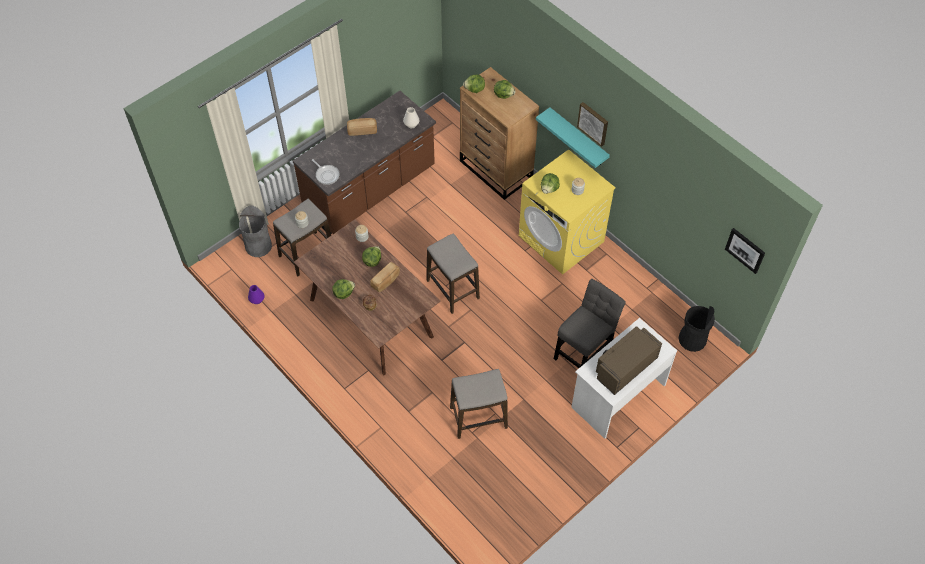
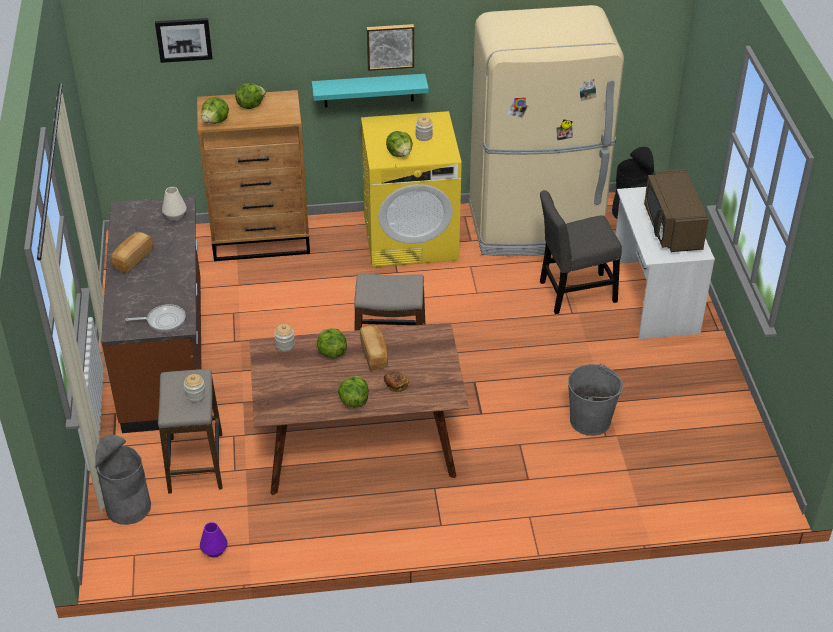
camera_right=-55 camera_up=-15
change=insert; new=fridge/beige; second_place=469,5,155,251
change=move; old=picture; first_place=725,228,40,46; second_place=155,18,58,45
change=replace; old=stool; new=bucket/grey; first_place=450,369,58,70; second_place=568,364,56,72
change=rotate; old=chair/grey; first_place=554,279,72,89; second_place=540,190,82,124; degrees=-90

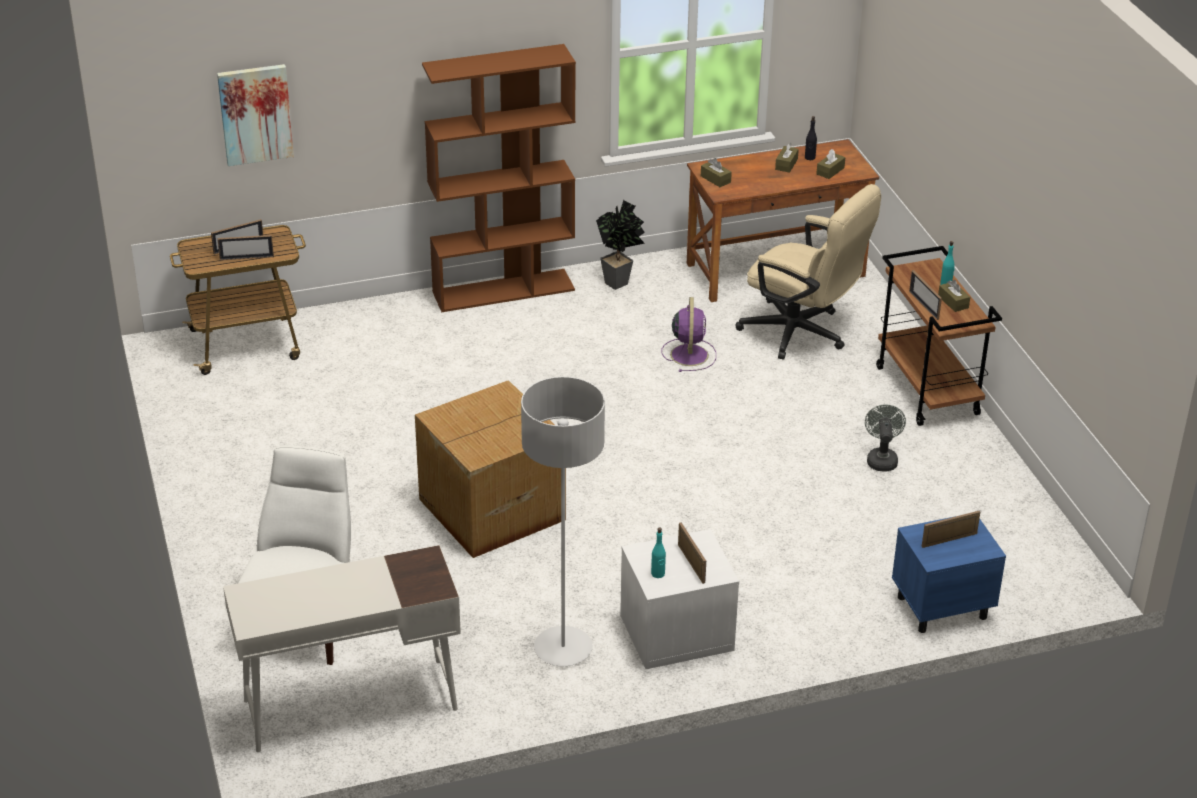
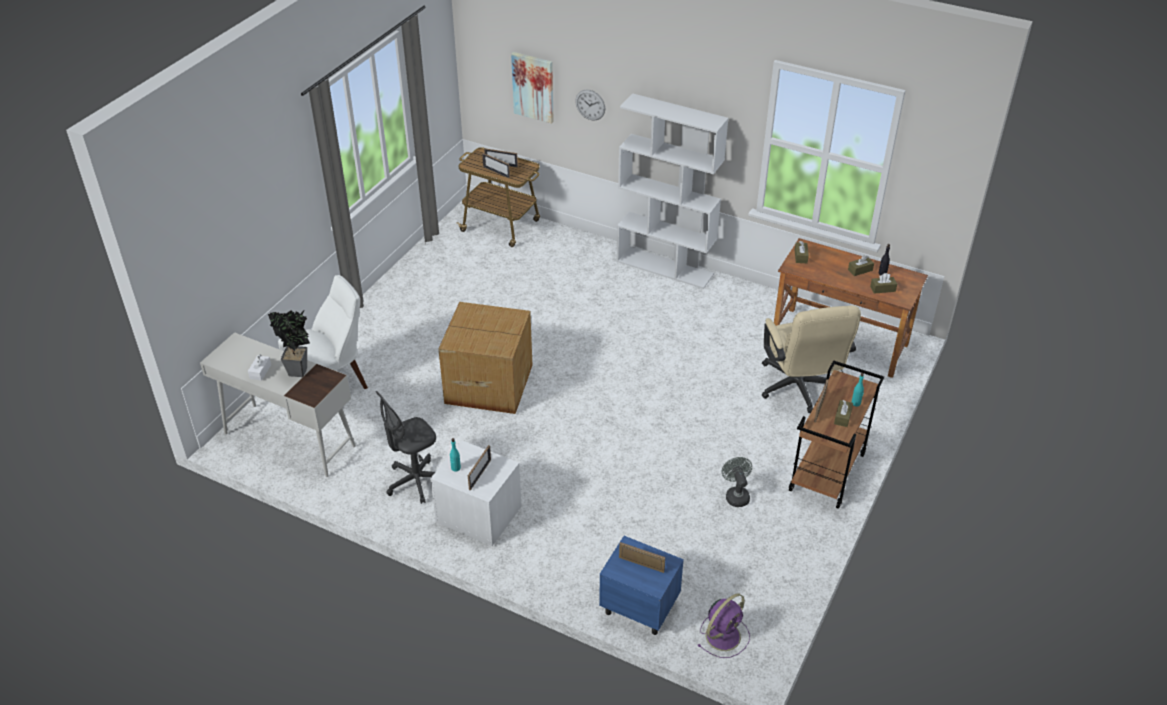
camera_right=45 camera_up=5
change=insert; new=tissue box/white; second_place=248,354,23,27
change=insert; new=wall clock; second_place=575,89,30,31
change=move; old=potted plant; first_place=596,200,49,90; second_place=268,309,42,68
change=move; old=fan/purple; first_place=662,297,54,75; second_place=698,593,52,65
change=replace; old=floor lamp/grey; new=office chair/grey; first_place=521,377,84,289; second_place=376,391,60,113
change=recolor; old=bookcase/brown; new=bookcase/white; first_place=422,44,154,268; second_place=616,93,112,196
change=rotate; old=fan/grey; first_place=865,404,41,67; second_place=722,457,30,50; degrees=-60

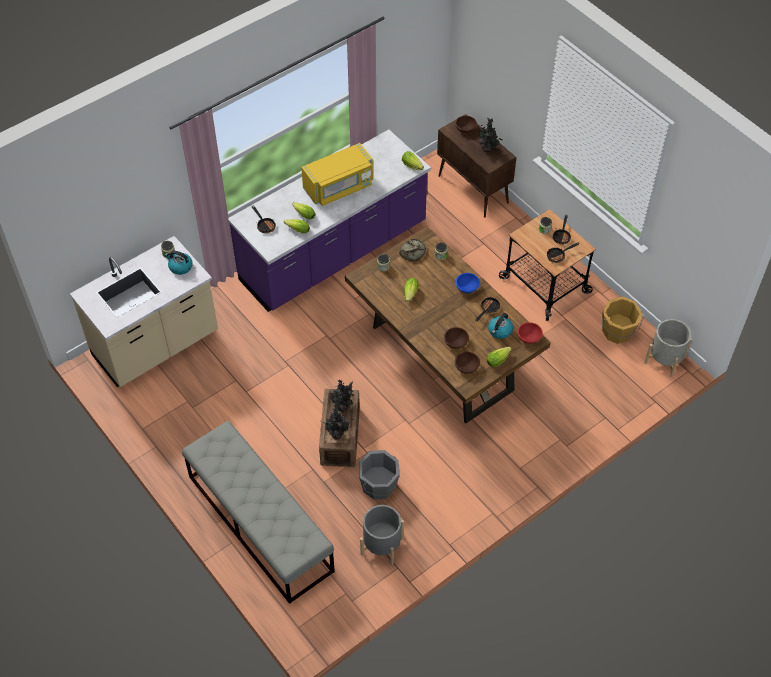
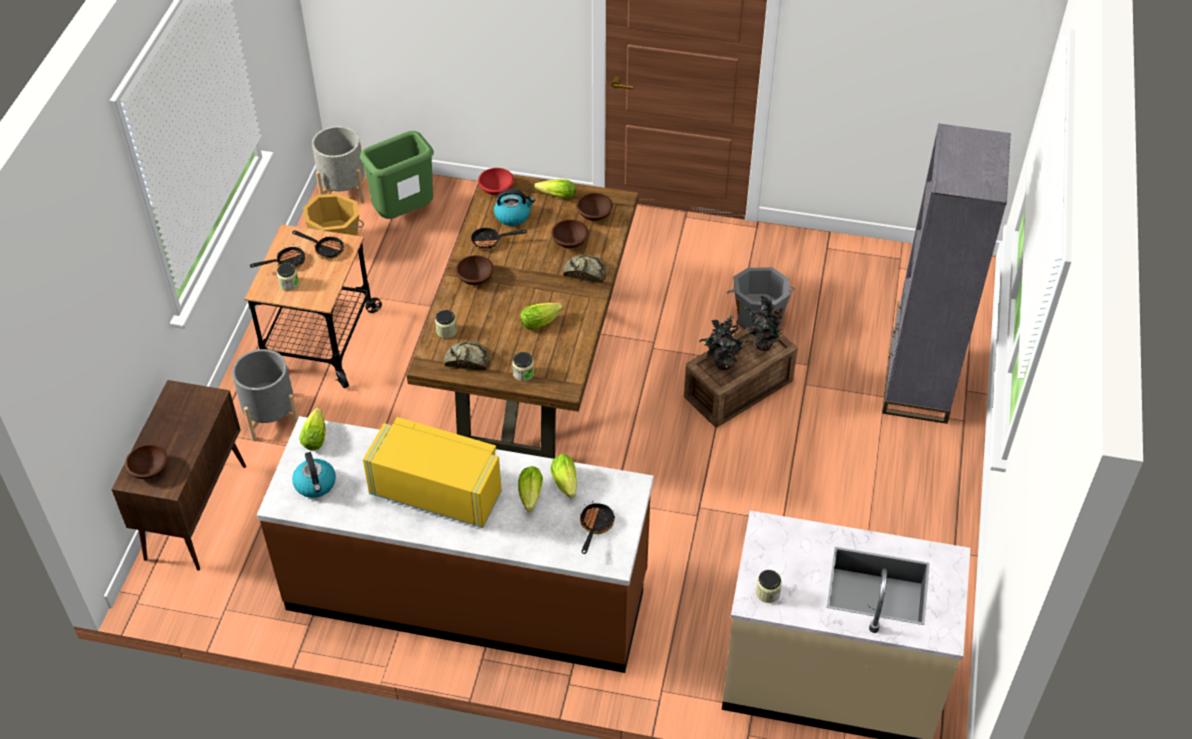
camera_right=-130 camera_up=-5
change=delete; old=potted plant; first_place=478,118,25,34
change=insert; new=trash can/green; second_place=360,131,74,88
change=insert; new=bread; second_place=563,255,44,28
change=move; old=kettle; first_place=165,251,28,24; second_place=292,452,44,46
change=move; old=planter/grey; first_place=360,505,44,60; second_place=232,349,66,92
change=replace; old=bench/grey; new=bookcase/grey; first_place=182,421,153,183; second_place=882,123,129,301
change=recolor; old=counter/purple; new=counter/brown; first_place=228,129,203,183; second_place=257,416,397,257
change=recolor; old=bowl/blue; new=bowl/brown; first_place=456,273,24,20; second_place=456,255,38,30

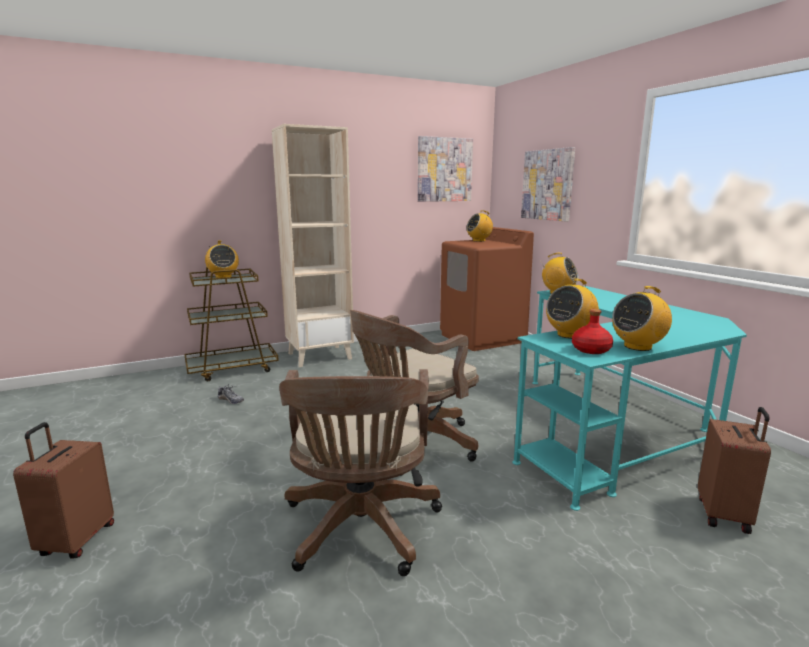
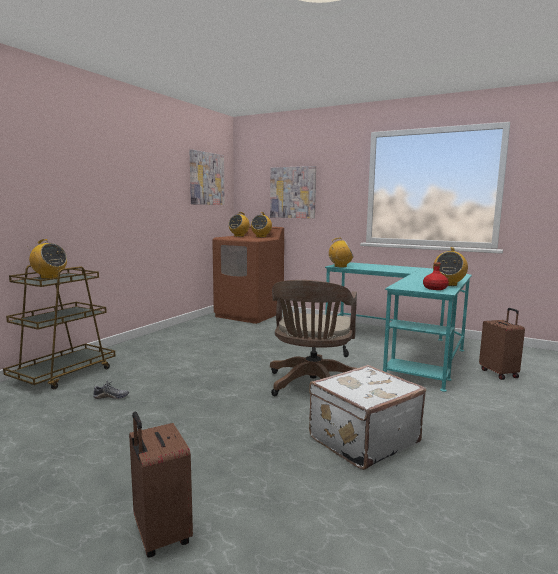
camera_right=-35 camera_up=-5
change=delete; old=bookcase/beige; first_place=272,124,82,243
change=move; old=radio; first_place=546,279,53,60; second_place=251,212,21,25
change=replace; old=office chair/brown; new=suitcase/white; first_place=279,369,163,207; second_place=309,365,117,105

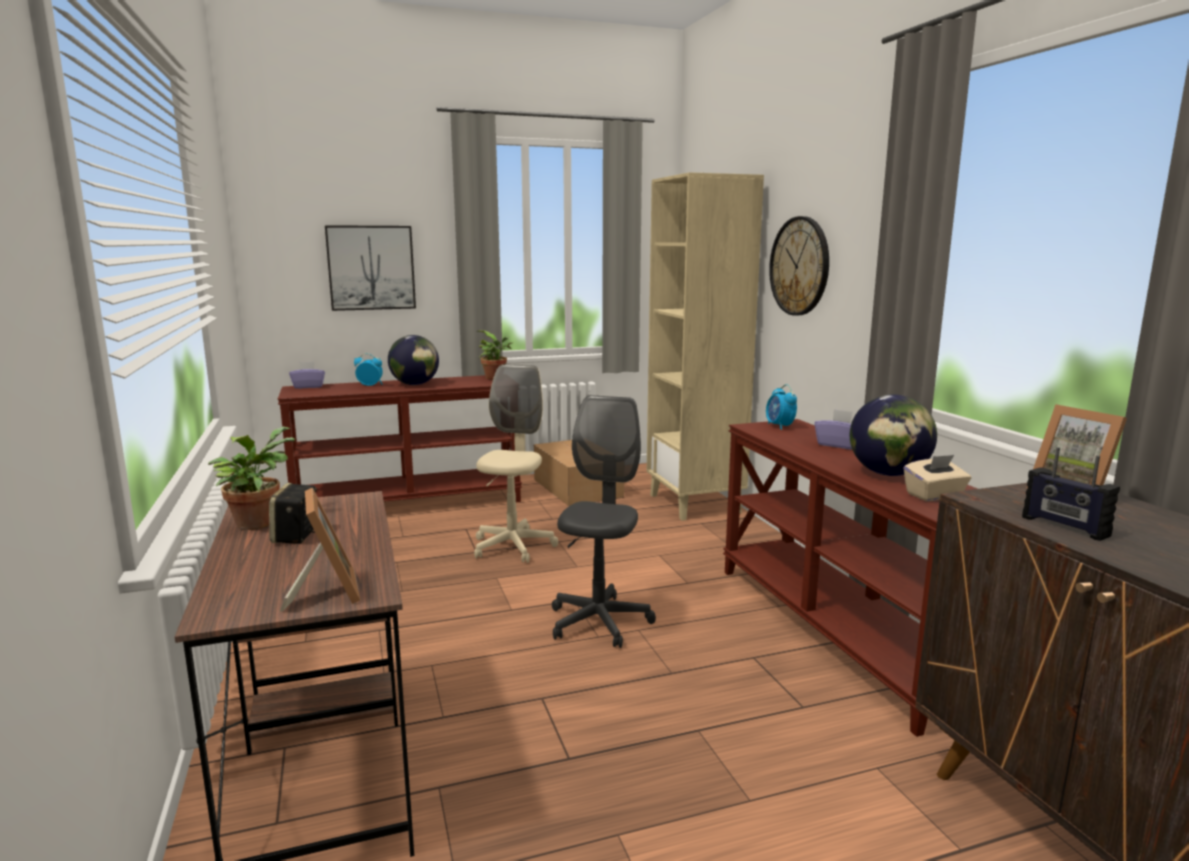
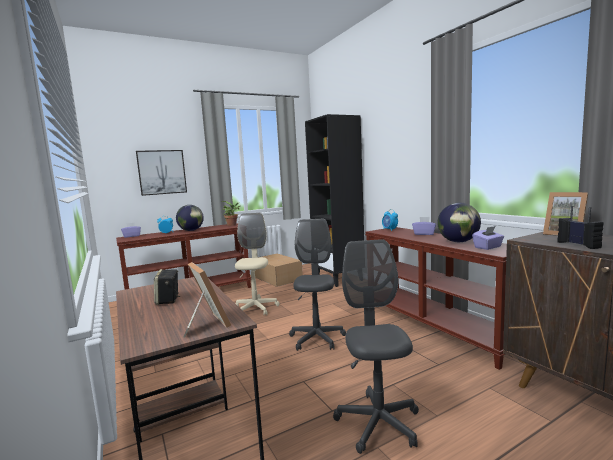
camera_right=-10 camera_up=-5
change=delete; old=potted plant; first_place=208,427,87,103
change=delete; old=wall clock; first_place=769,216,60,100
change=insert; new=office chair/grey; second_place=333,239,86,215
change=recolor; old=bookcase/beige; new=bookcase/black; first_place=647,172,117,349; second_place=305,114,59,173
change=recolor; old=tissue box/beige; new=tissue box/purple; first_place=904,455,67,46; second_place=472,226,32,24
change=rotate; old=radio; first_place=1022,447,98,94; second_place=557,206,47,43; degrees=-150

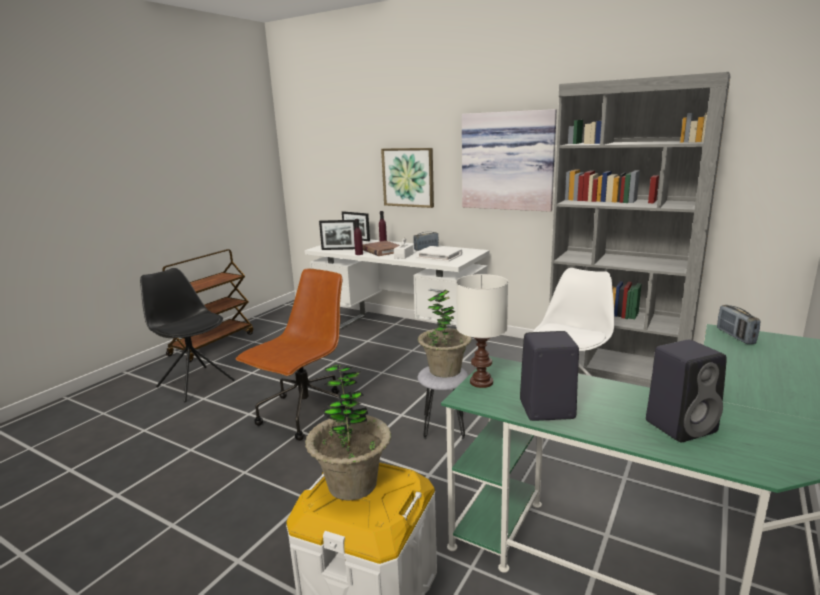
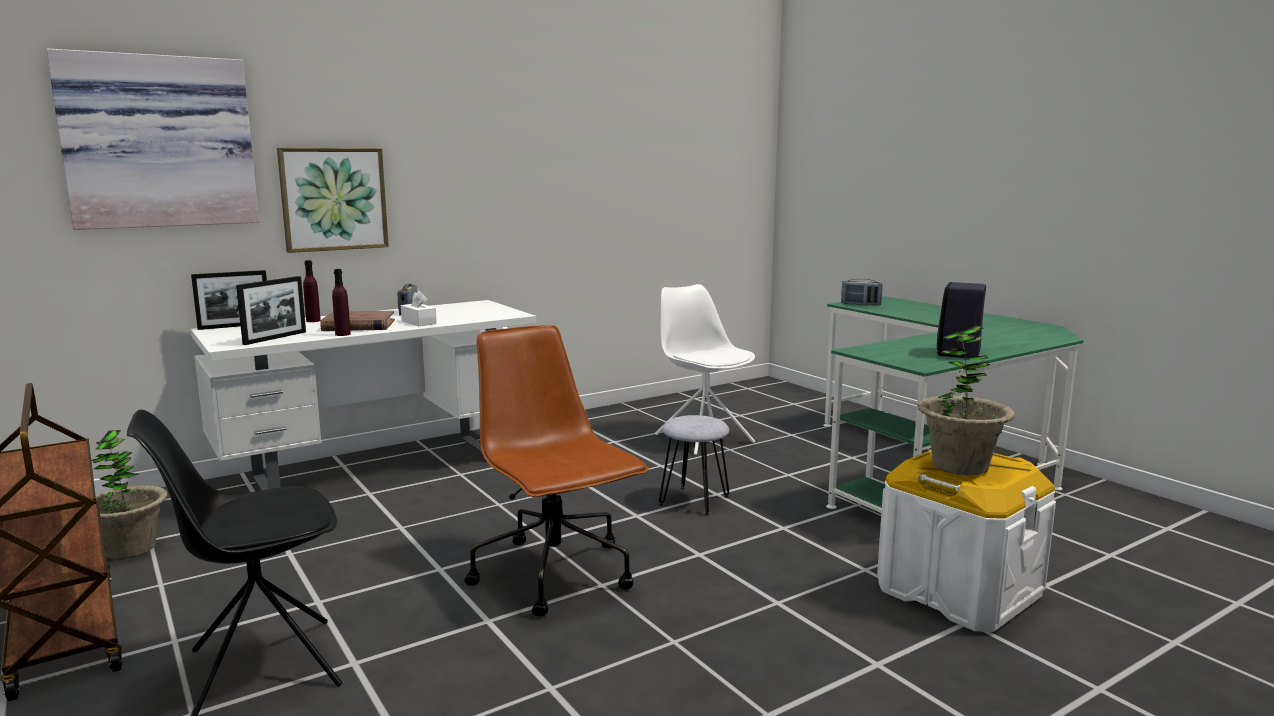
camera_right=-65 camera_up=-5
change=delete; old=book/white; first_place=416,246,46,16
change=delete; old=table lamp/white; first_place=456,274,52,114
change=delete; old=bookcase/grey; first_place=549,72,181,315
change=delete; old=speaker/black; first_place=646,340,81,102
change=move; old=potted plant; first_place=418,290,54,88; second_place=91,430,77,129
change=move; old=picture; first_place=462,109,95,103; second_place=46,49,213,181

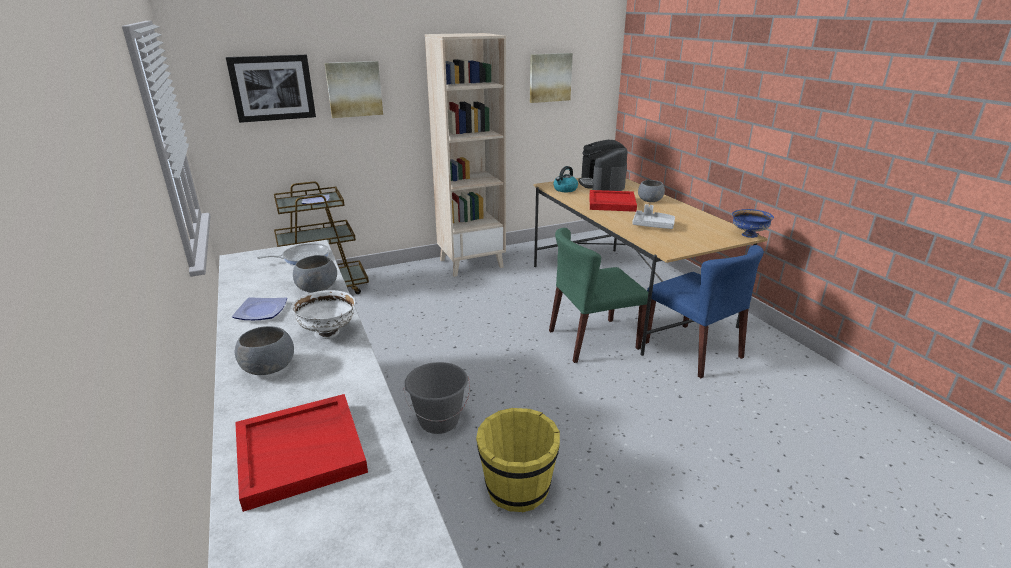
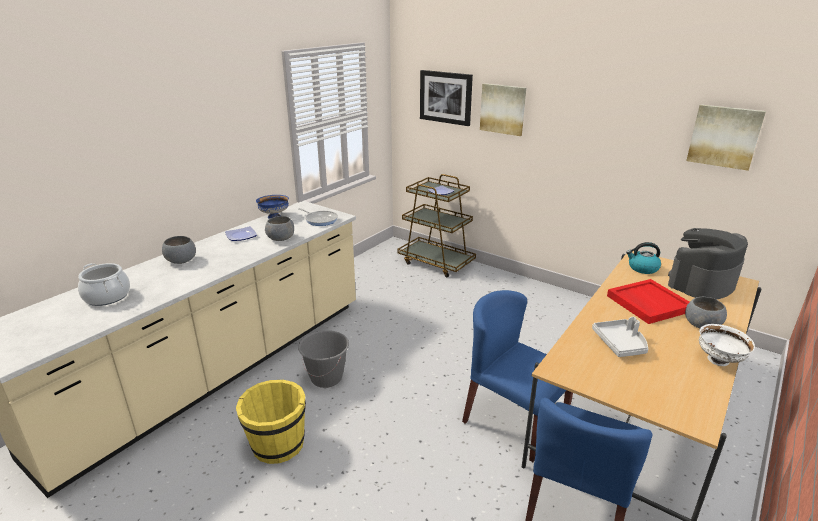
camera_right=60 camera_up=0
change=delete; old=bookcase/beige; first_place=425,33,81,244
change=move; old=bowl/white; first_place=291,290,64,49; second_place=699,324,56,42
change=move; old=bowl/blue; first_place=732,209,42,29; second_place=256,195,33,24
change=replace; old=tray/red; new=cooking pot; first_place=235,394,133,118; second_place=78,263,52,43
change=recolor; old=chair/green; new=chair/blue; first_place=549,228,100,135; second_place=462,290,111,172

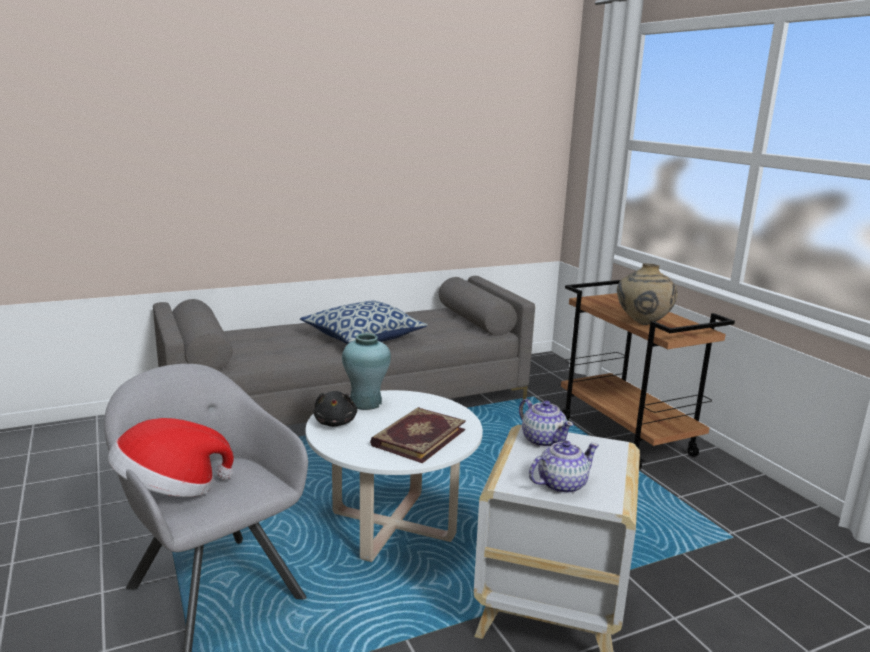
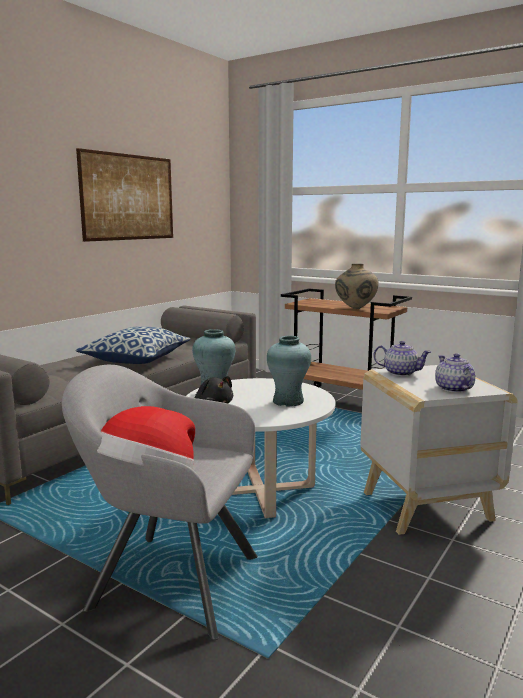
camera_right=-30 camera_up=-5
change=insert; new=picture; second_place=76,148,97,94
change=replace; old=book; new=vase/turquoise; first_place=370,407,96,56; second_place=267,336,44,70
change=rotate; old=teapot; first_place=529,440,70,54; second_place=435,353,40,40; degrees=-45

